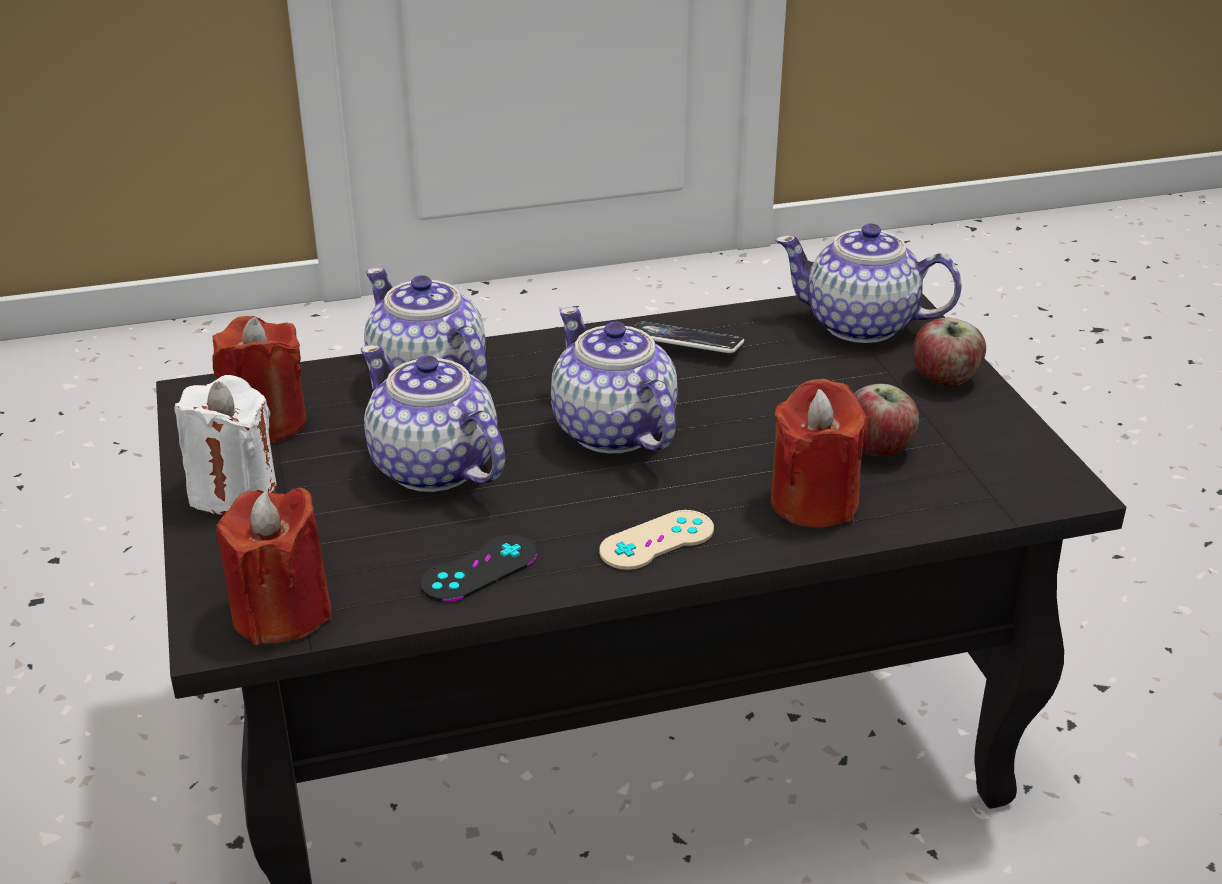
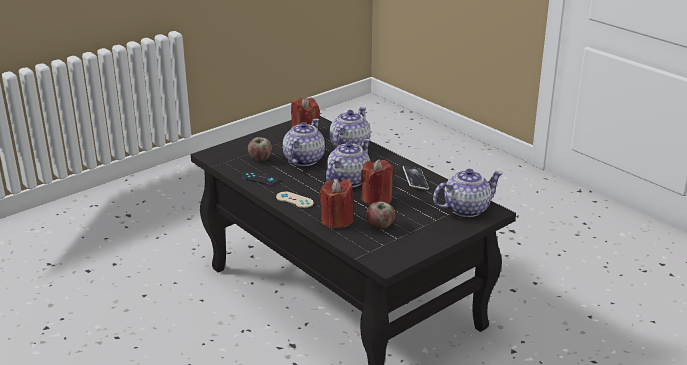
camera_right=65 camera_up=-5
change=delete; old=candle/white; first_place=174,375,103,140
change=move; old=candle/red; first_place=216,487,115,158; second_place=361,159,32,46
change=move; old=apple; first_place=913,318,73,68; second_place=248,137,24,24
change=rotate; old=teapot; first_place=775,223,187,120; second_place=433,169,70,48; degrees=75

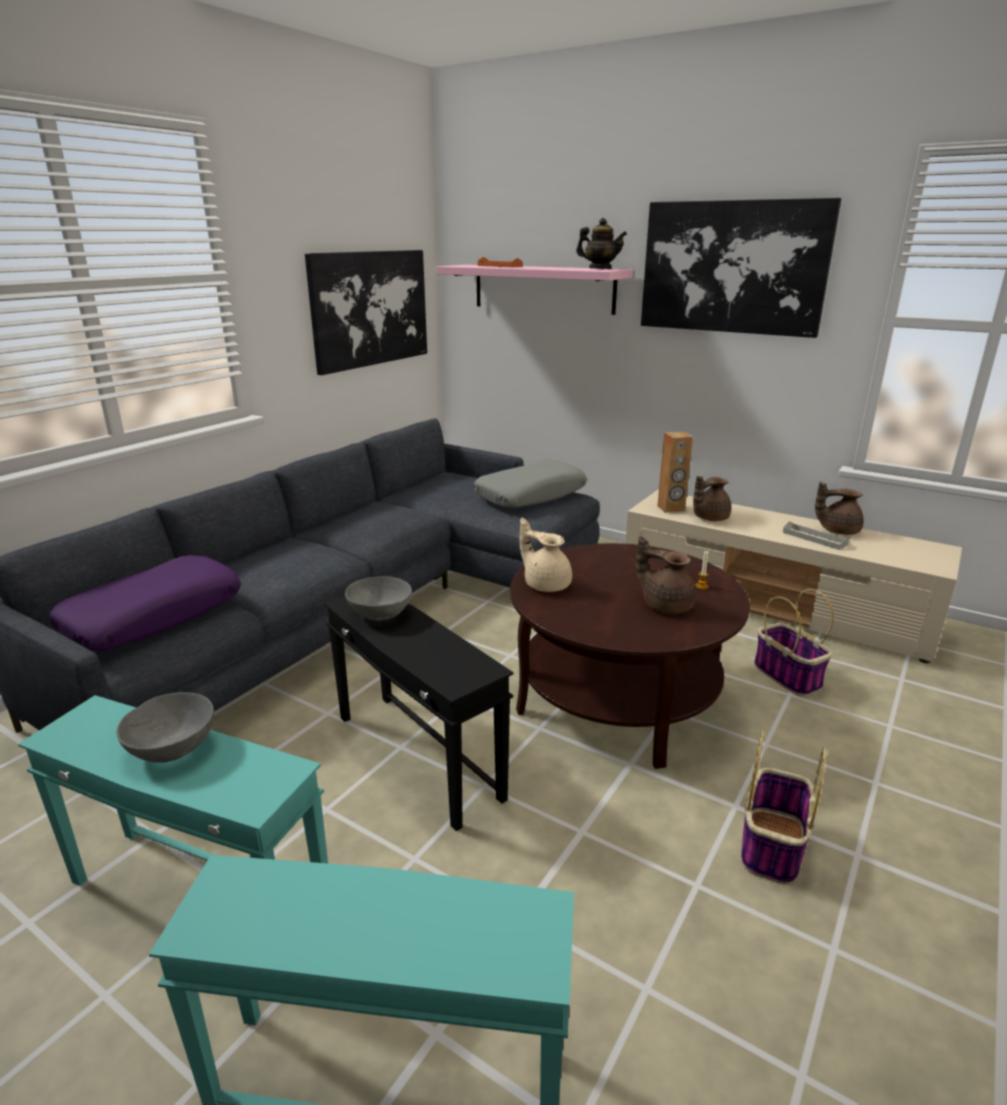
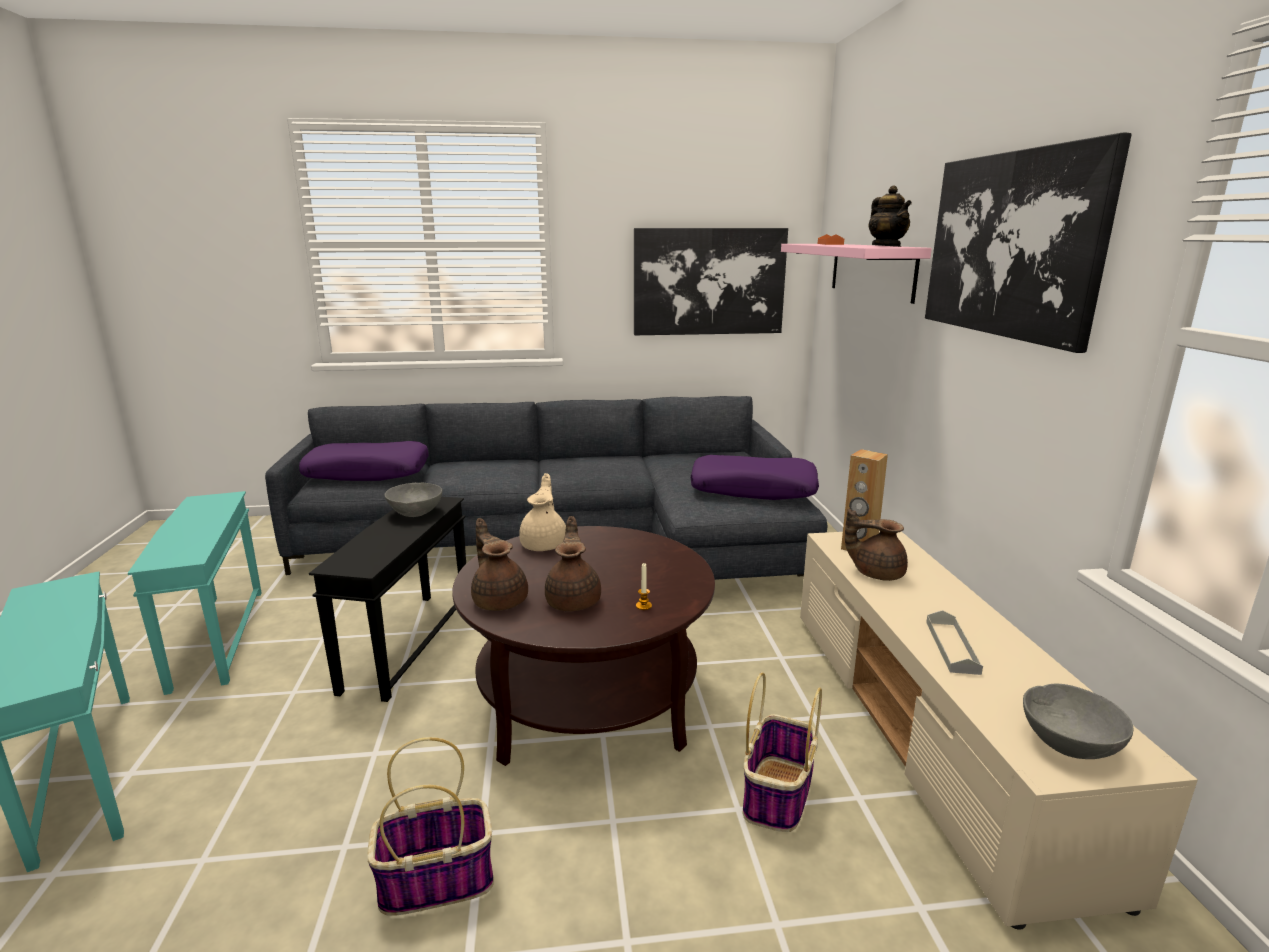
camera_right=50 camera_up=-5
change=move; old=bowl/grey; first_place=117,692,97,71; second_place=1023,684,110,75
change=move; old=teapot/brown; first_place=815,482,49,53; second_place=471,518,57,93
change=recolor; old=pillow/grey; new=pillow/purple; first_place=474,459,113,49; second_place=691,455,128,45

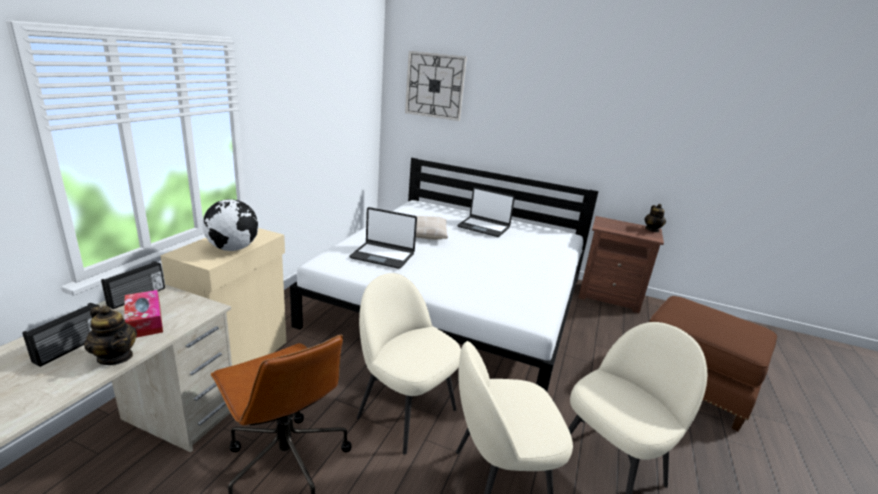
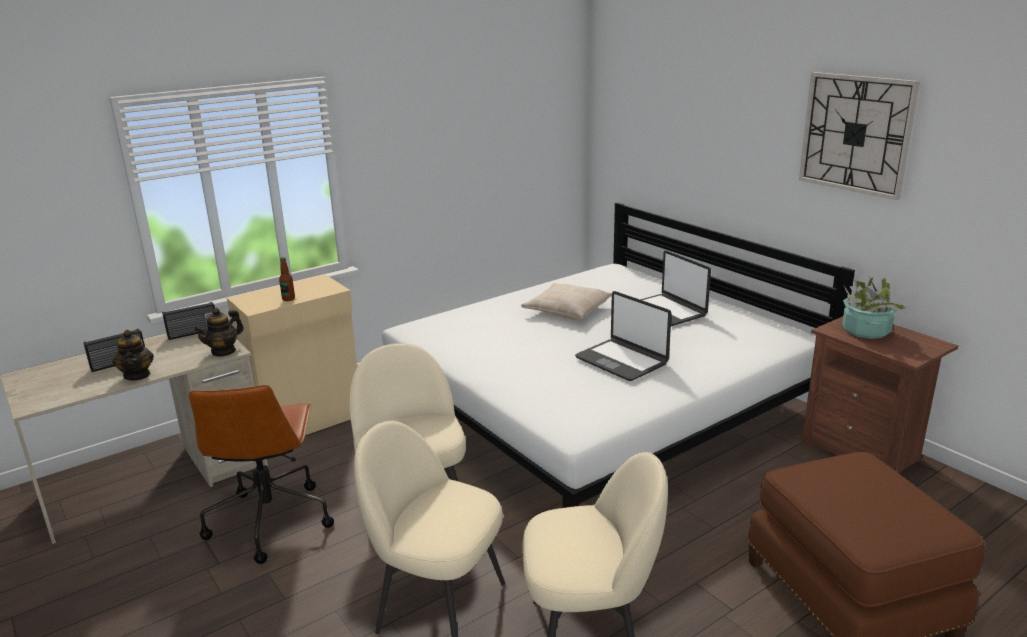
camera_right=35 camera_up=0
change=delete; old=tissue box; first_place=124,290,39,48
change=insert; new=potted plant; second_place=842,275,68,64
change=move; old=laptop; first_place=349,207,68,62; second_place=575,291,96,90
change=move; old=wall clock; first_place=405,51,62,70; second_place=799,72,121,128
change=move; old=teapot; first_place=644,204,22,28; second_place=194,308,50,49
change=replace; old=globe; new=bottle; first_place=202,199,57,52; second_place=279,257,16,44

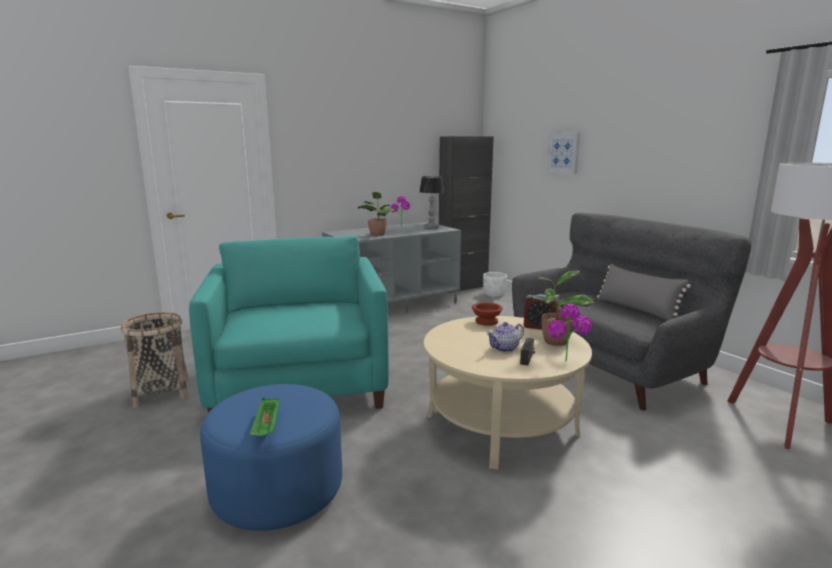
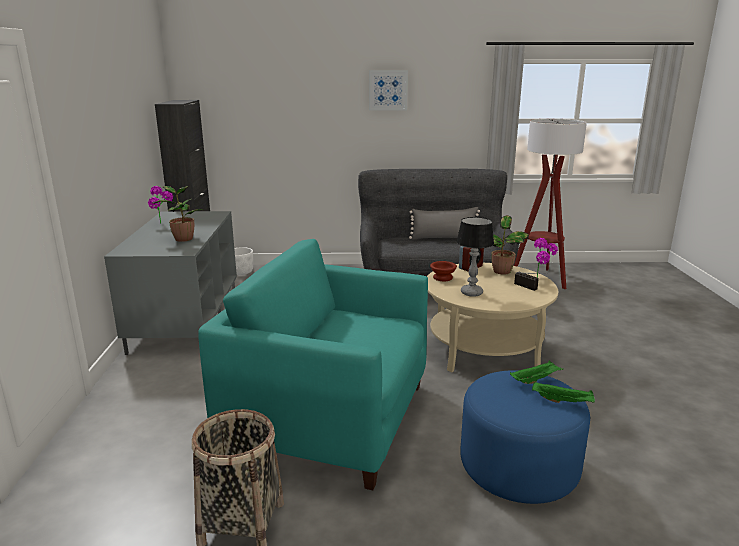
camera_right=-60 camera_up=5
change=delete; old=teapot; first_place=486,322,38,30
change=insert; new=tray/green; second_place=510,361,53,23
change=move; old=table lamp; first_place=419,176,25,53; second_place=456,217,38,80
change=move; old=picture; first_place=546,133,34,41; second_place=369,70,39,41

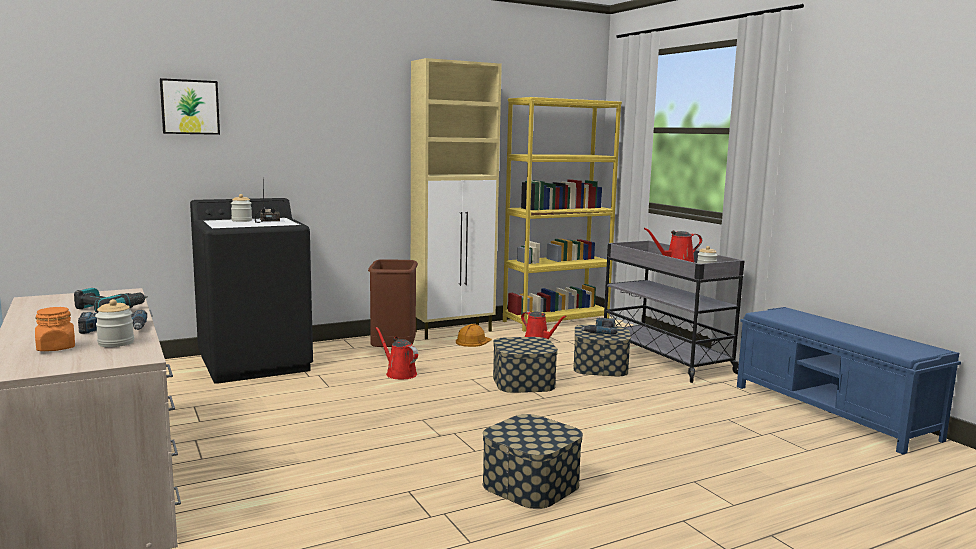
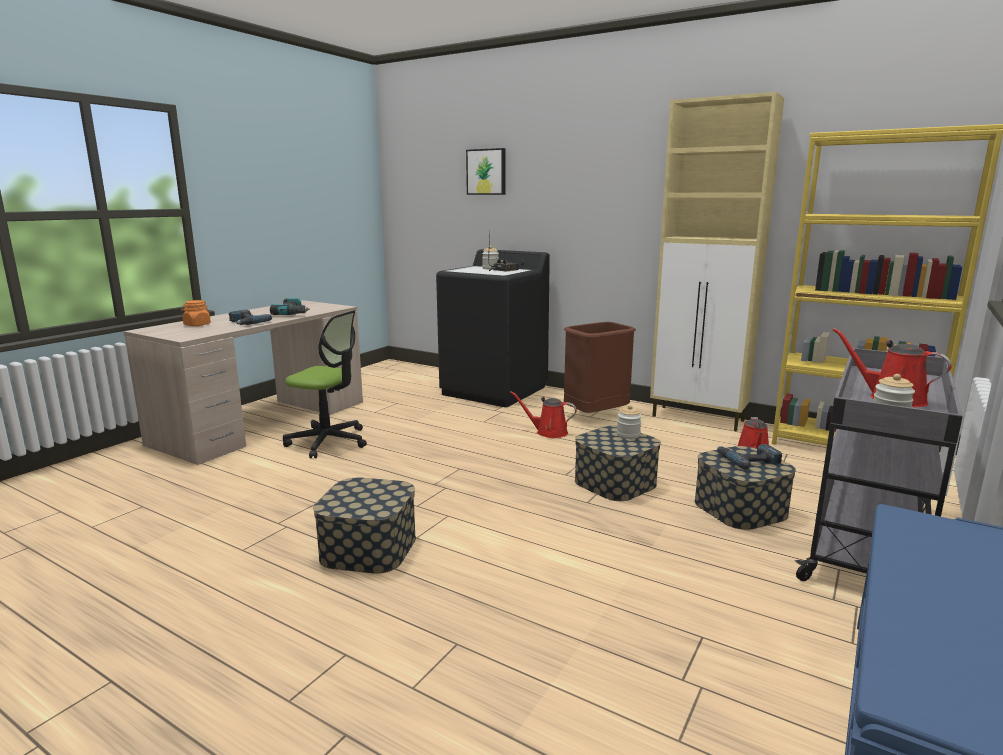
camera_right=60 camera_up=5
change=delete; old=hard hat/orange; first_place=456,324,36,23
change=insert; new=office chair; second_place=283,310,84,148
change=move; old=jar; first_place=95,299,39,48; second_place=617,405,25,34
change=rotate; old=watering can/red; first_place=376,327,42,52; second_place=510,391,67,47; degrees=-90

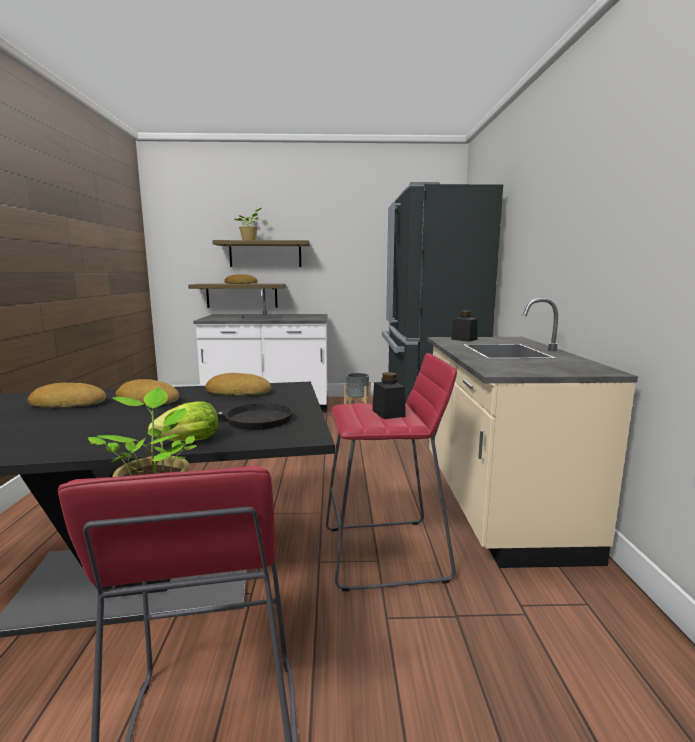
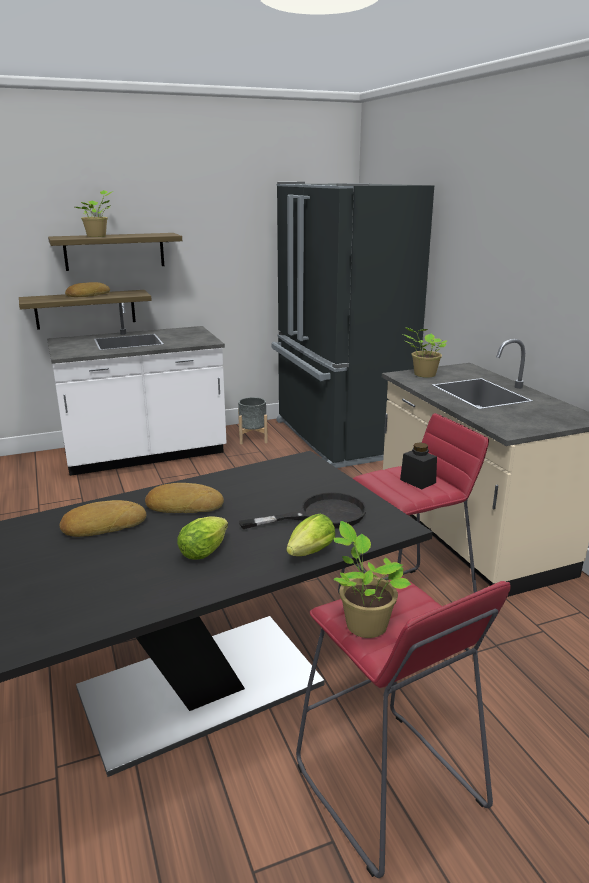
camera_right=-20 camera_up=10
change=delete; old=bread; first_place=205,373,66,23
change=insert; new=lettuce; second_place=177,516,51,43
change=replace; old=jar/black; new=potted plant; first_place=451,311,27,31; second_place=403,327,44,51

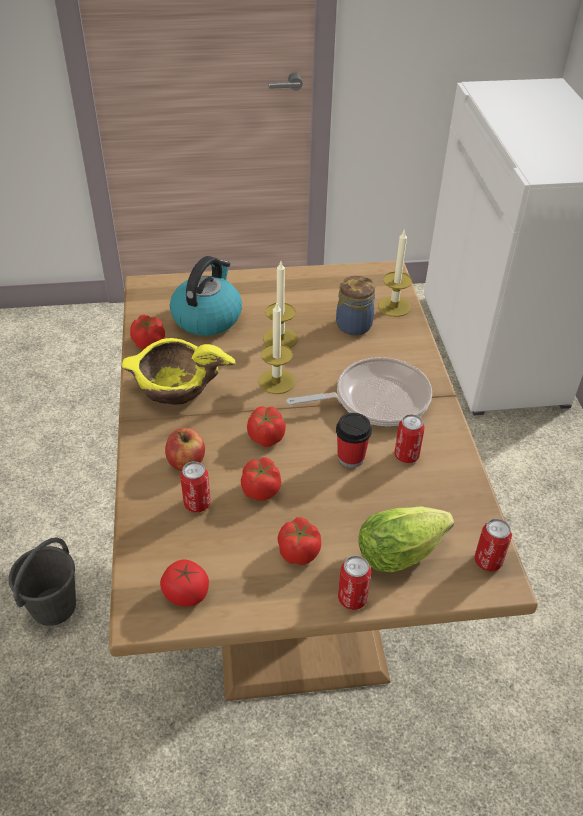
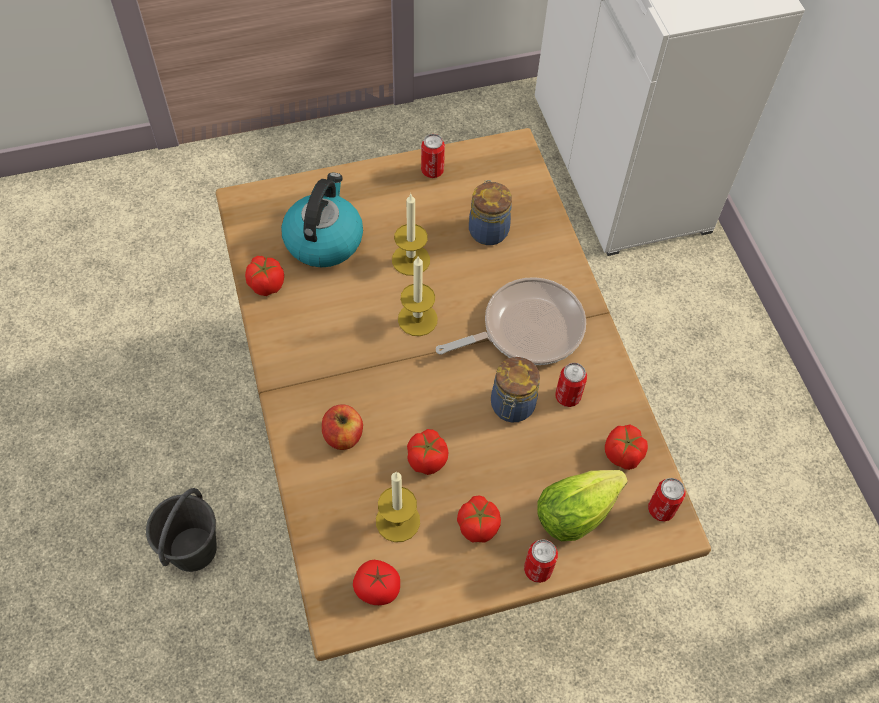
camera_right=-10 camera_up=15
change=delete; old=bowl/yellow; first_place=122,338,114,66
change=move; old=can; first_place=180,462,30,51; second_place=421,134,24,44
change=move; old=tomato; first_place=247,406,39,41; second_place=605,424,43,46
change=move; old=candle; first_place=378,229,34,88; second_place=376,471,44,71
change=replace; old=cup; new=jar; first_place=336,413,36,55; second_place=491,357,49,66

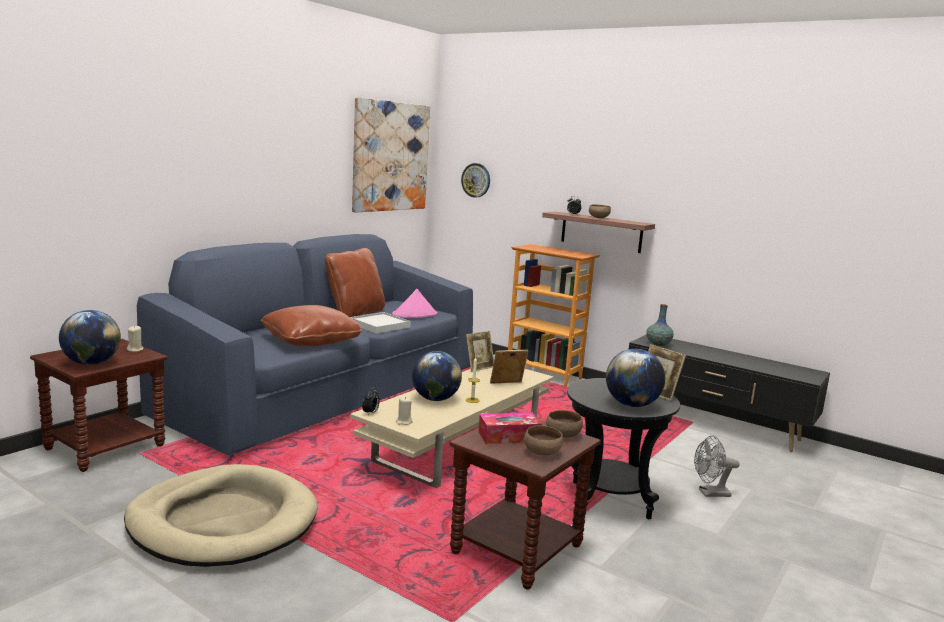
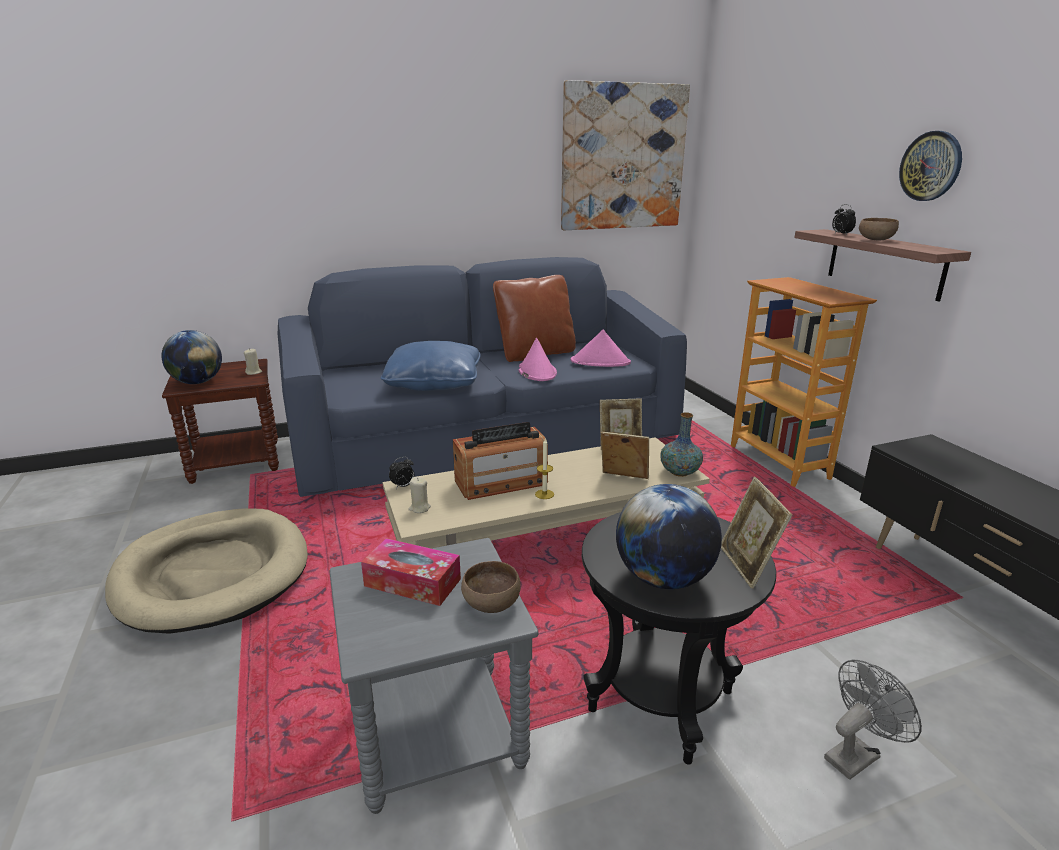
camera_right=35 camera_up=10
change=delete; old=bowl/brown; first_place=524,425,39,30
change=move; old=wall clock; first_place=461,163,29,35; second_place=899,131,63,70
change=move; old=vase; first_place=646,304,28,42; second_place=660,412,43,65
change=replace; old=tray/white; new=hat/pink; first_place=350,312,61,22; second_place=519,338,38,43
change=replace; old=globe; new=radio; first_place=412,351,50,50; second_place=453,422,95,78
change=recolor; old=pillow/brown; new=pillow/blue; first_place=261,305,101,41; second_place=380,341,101,50
change=recolor; old=side table/brown; new=side table/grey; first_place=449,412,152,178; second_place=330,538,209,276
change=rotate; old=fan/grey; first_place=694,435,45,62; second_place=824,659,98,121; degrees=120

